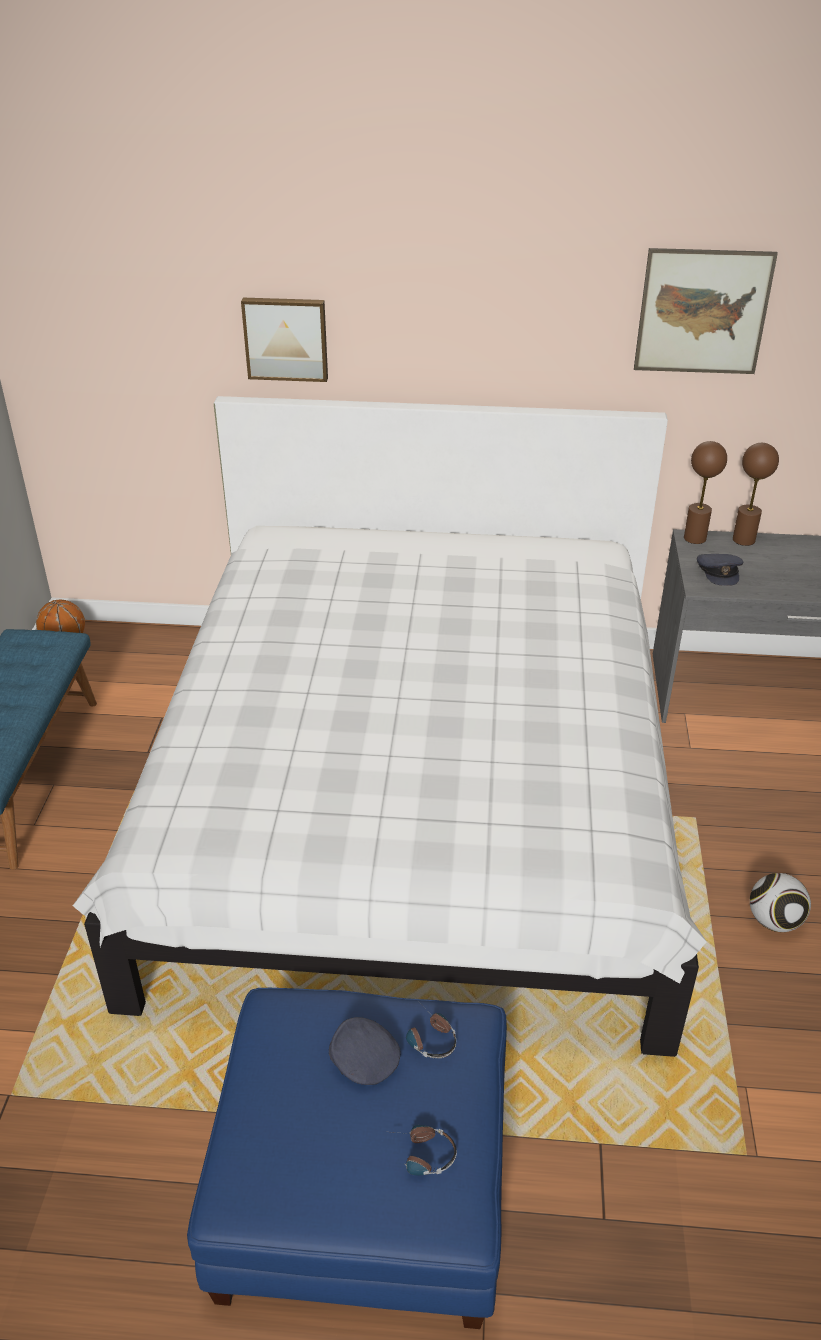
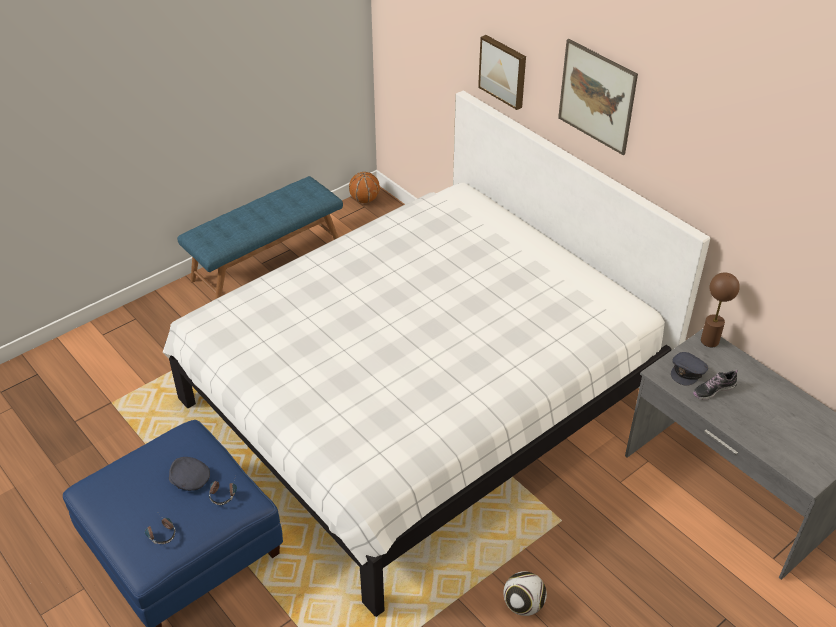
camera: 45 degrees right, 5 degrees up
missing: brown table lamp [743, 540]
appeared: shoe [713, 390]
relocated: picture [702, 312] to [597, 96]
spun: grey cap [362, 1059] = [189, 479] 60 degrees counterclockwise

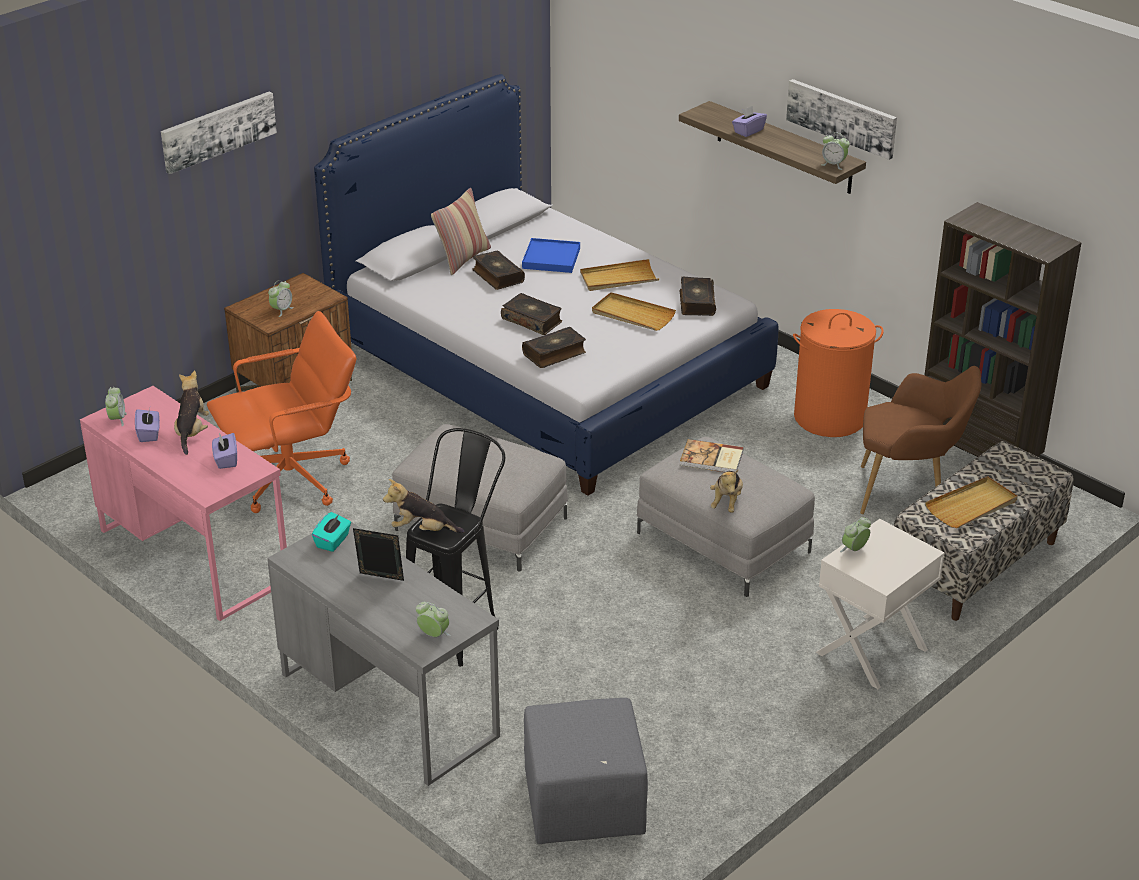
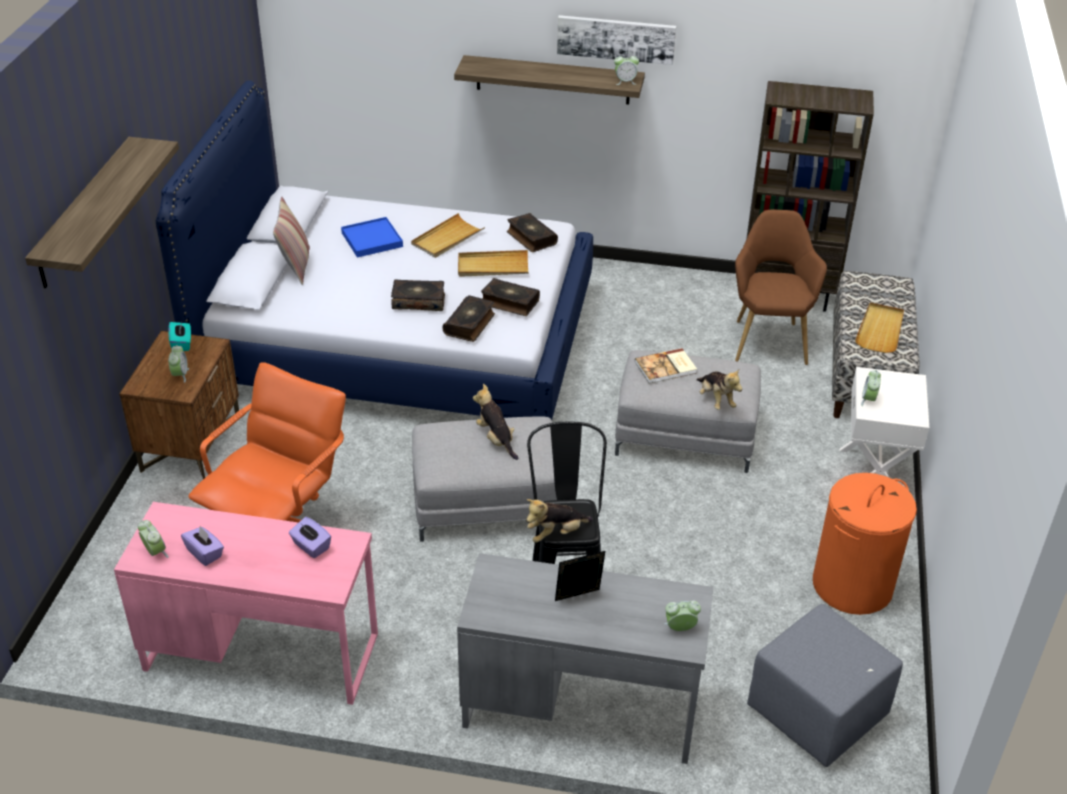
camera: 35 degrees left, 5 degrees up
missing: purple tissue box [748, 131]
relocated: plush toy [192, 432] to [496, 439]; turquoise tissue box [333, 541] to [182, 344]; book [497, 276] to [509, 303]; orange laundry basket [829, 418] to [852, 586]
exchanged: picture [218, 131] to shelf [84, 212]
spun: brown armchair [908, 494] = [768, 339] 60 degrees counterclockwise

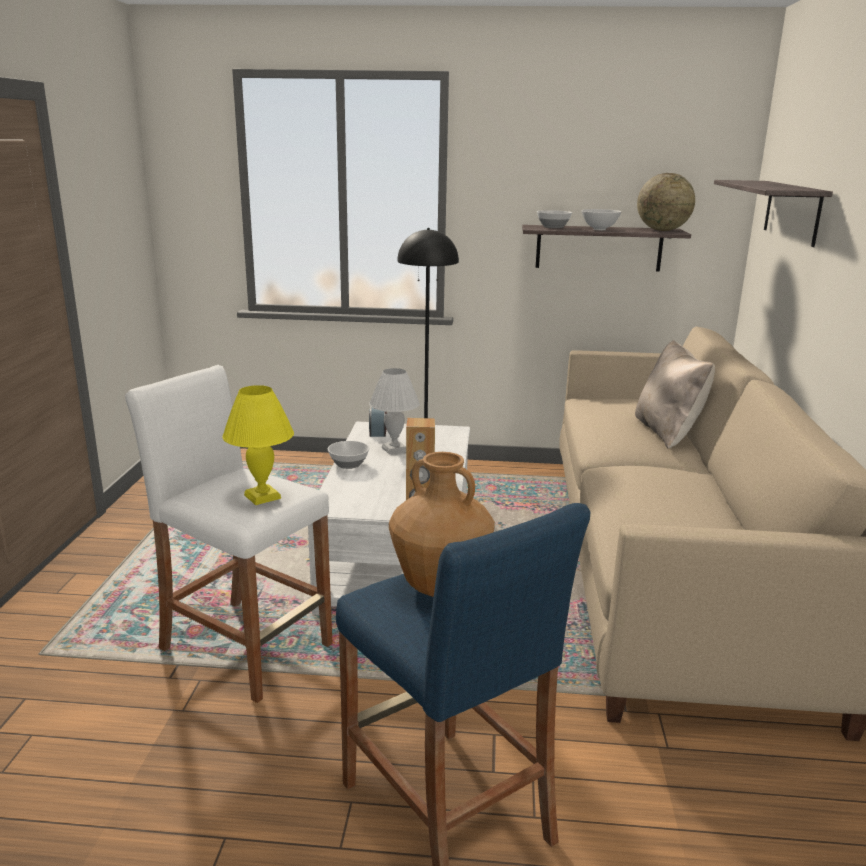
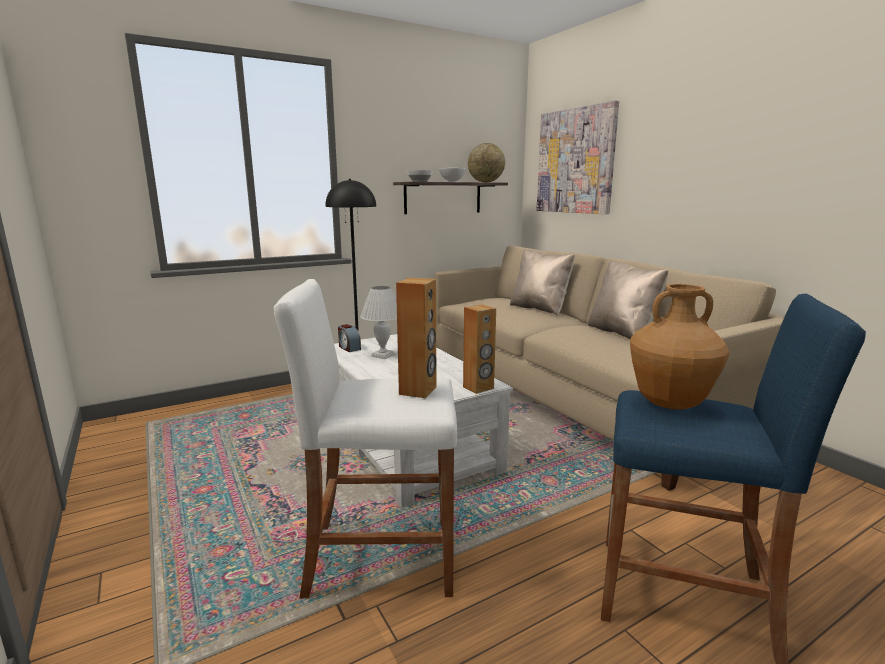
camera: 35 degrees left, 5 degrees down
missing: bowl [348, 464]
appeared: beige pillow [622, 333]
exchanged: yellow table lamp [263, 496] to brown speaker [418, 390]; shelf [792, 211] to picture [575, 161]

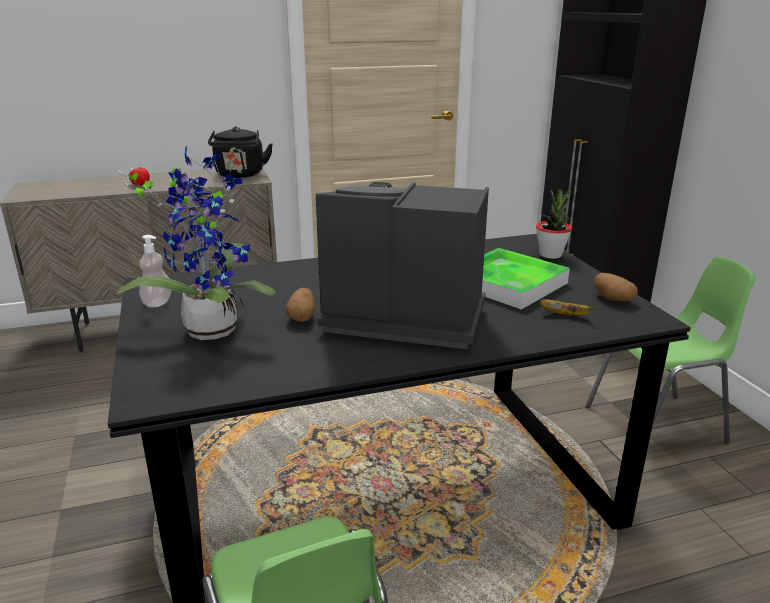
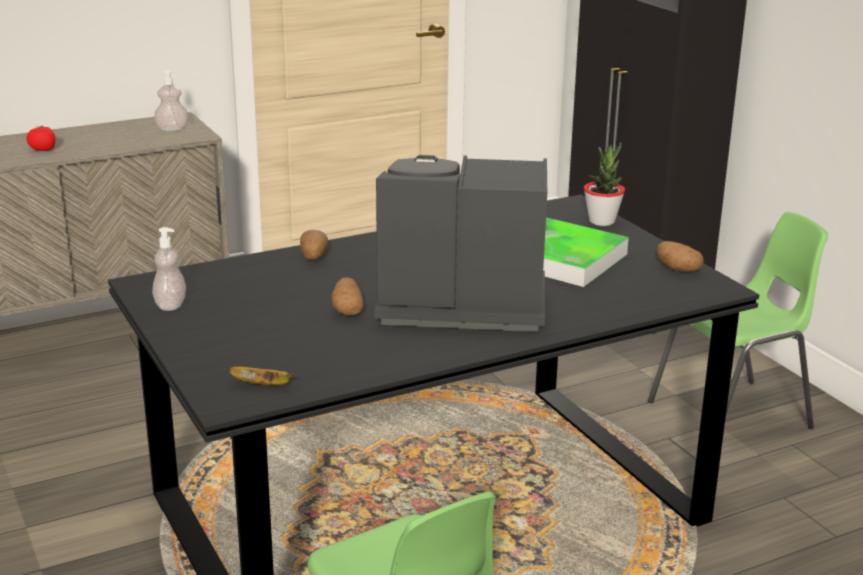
camera: 10 degrees left, 0 degrees up
missing: potted plant [212, 327]
appeared: potato [313, 257]
relocated: banana [565, 315] to [264, 385]
exchanged: black kettle [240, 175] to soap dispenser [172, 129]

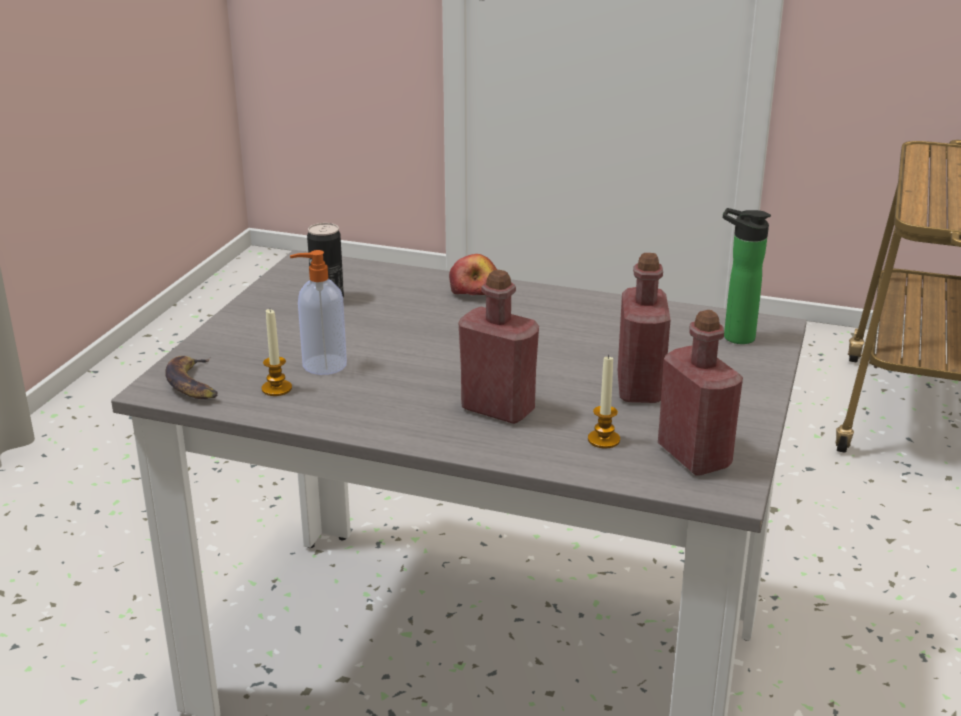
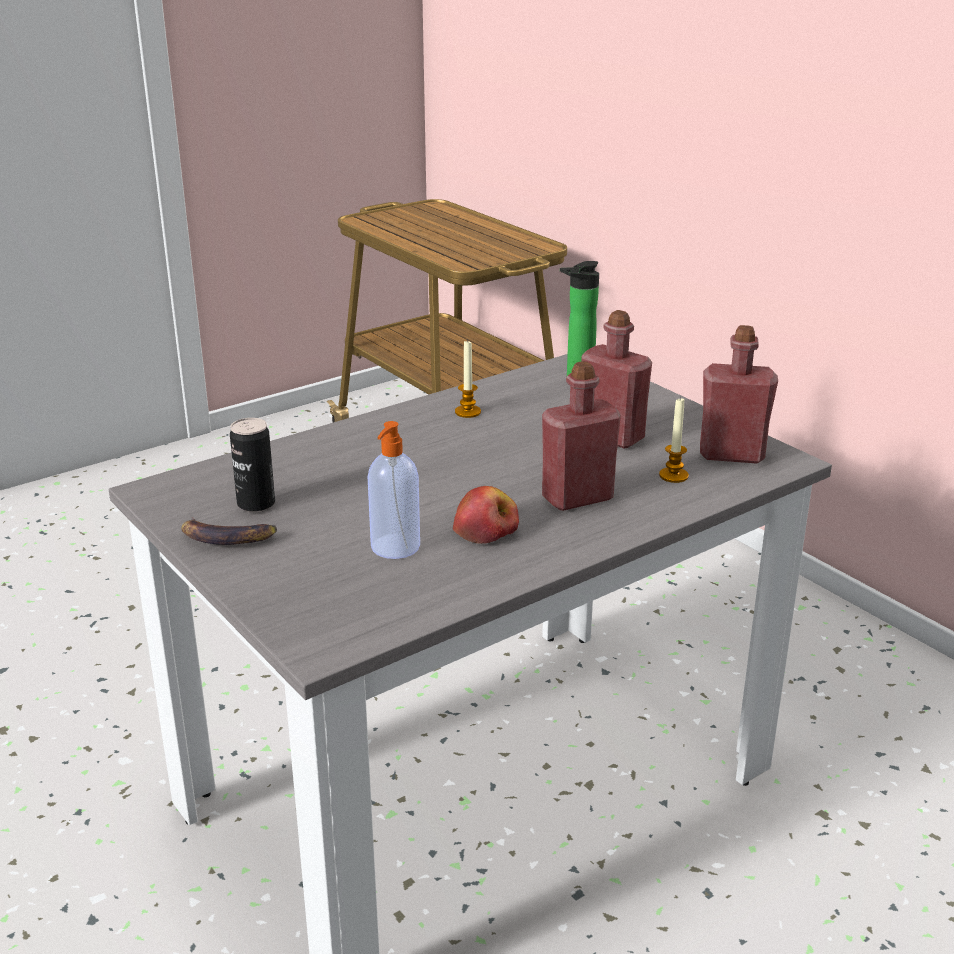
camera: 55 degrees left, 0 degrees up
relocated: banana [194, 384] to [227, 537]; candle [276, 389] to [467, 412]; apple [474, 290] to [486, 530]

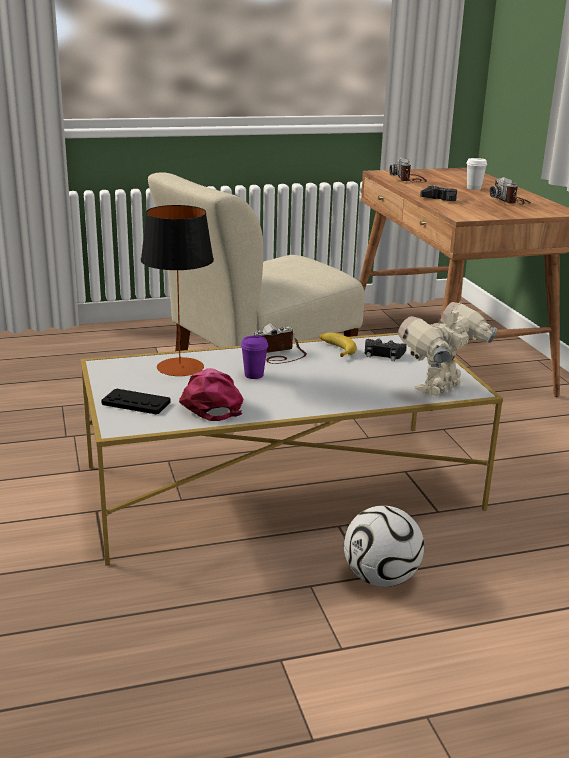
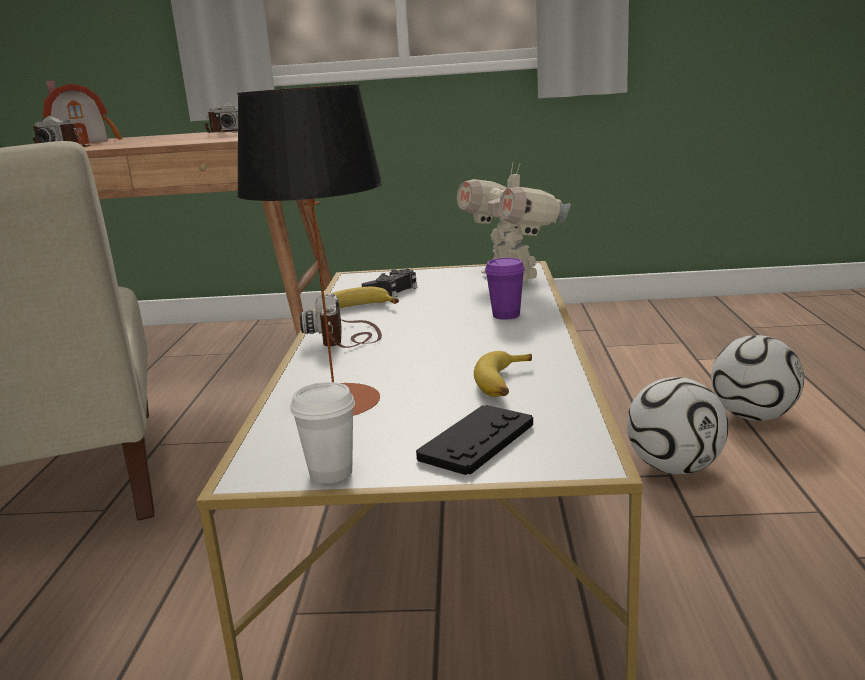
camera: 70 degrees left, 5 degrees down
missing: black game controller [439, 199]
appeared: toy house [84, 142]; football [753, 416]
relocated: purple cup [254, 375] to [506, 315]; white cup [473, 188] to [331, 473]
exchanged: pink cap [211, 403] to banana [504, 383]

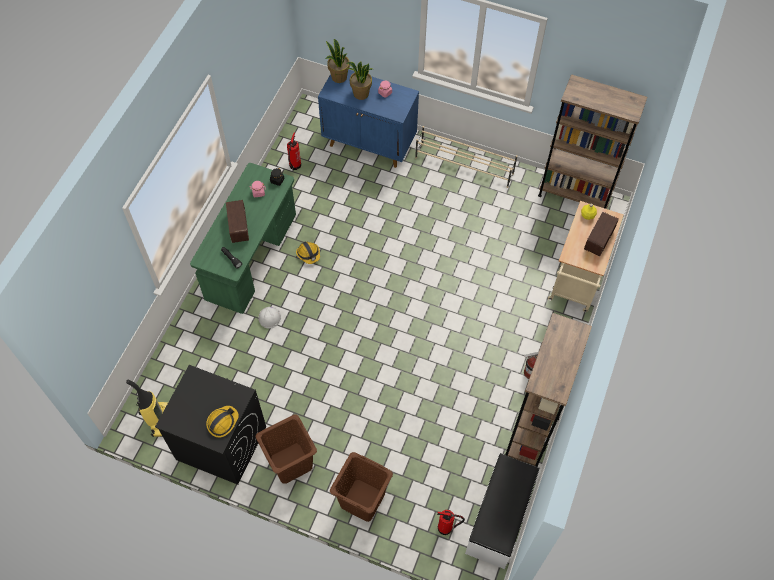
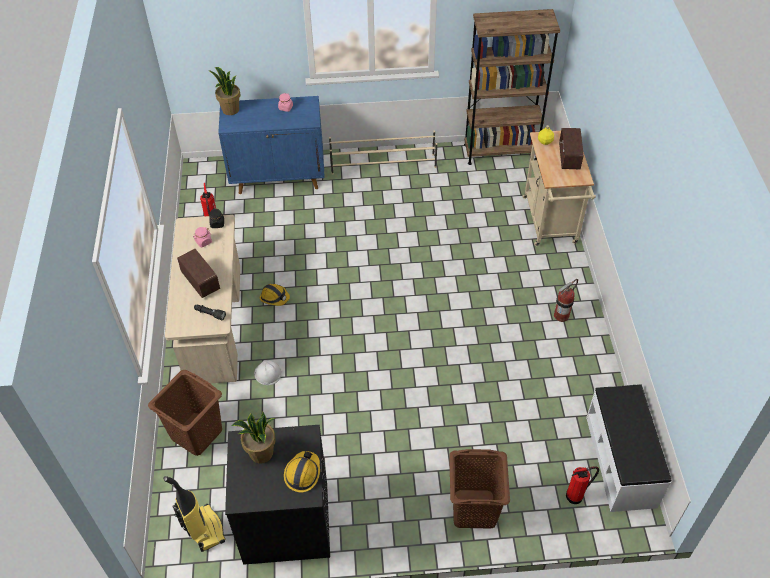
camera: 25 degrees left, 10 degrees down
missing: brown bookcase [531, 429]
relocated: brown laundry basket [290, 462] to [196, 434]; potted plant [361, 94] to [261, 453]
colour: green desk [251, 257] to beige desk [214, 324]

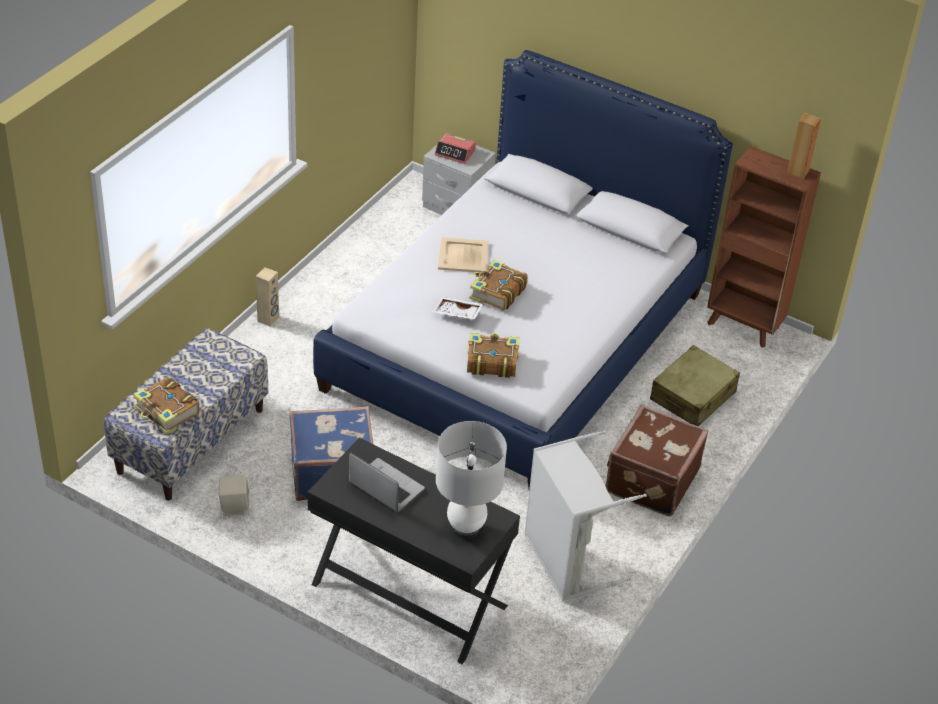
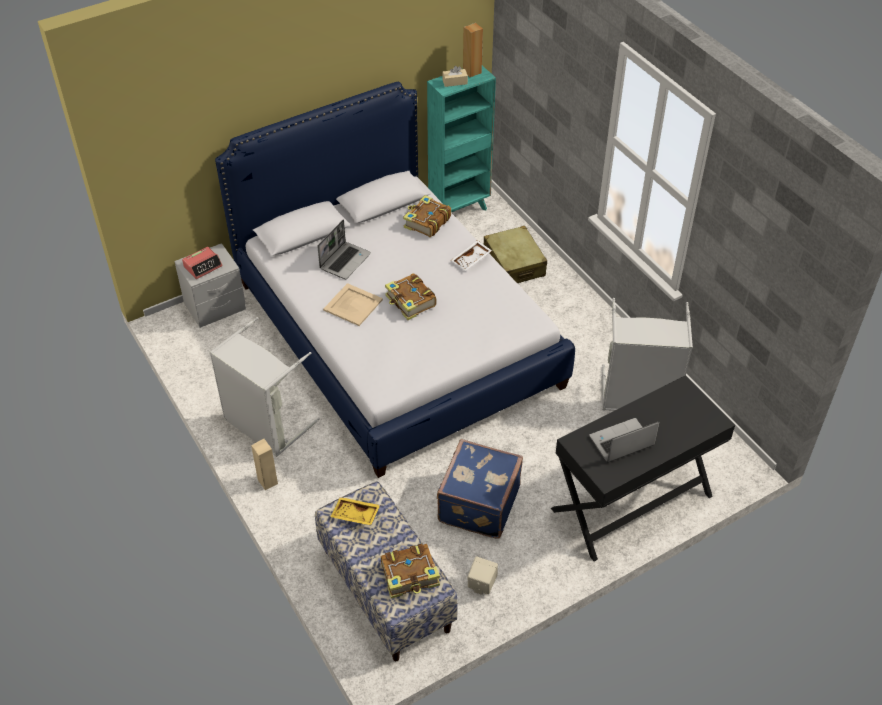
camera: 60 degrees left, 5 degrees up
missing: white table lamp [465, 529]; brown suitcase [650, 480]
appeared: grey laundry basket [264, 426]; laptop [345, 261]; yellow tray [355, 515]; beige tissue box [455, 82]
relocated: white tray [457, 313] to [471, 260]; book [491, 362] to [426, 222]
colour: brown bookcase [744, 326] to turquoise bookcase [460, 209]

